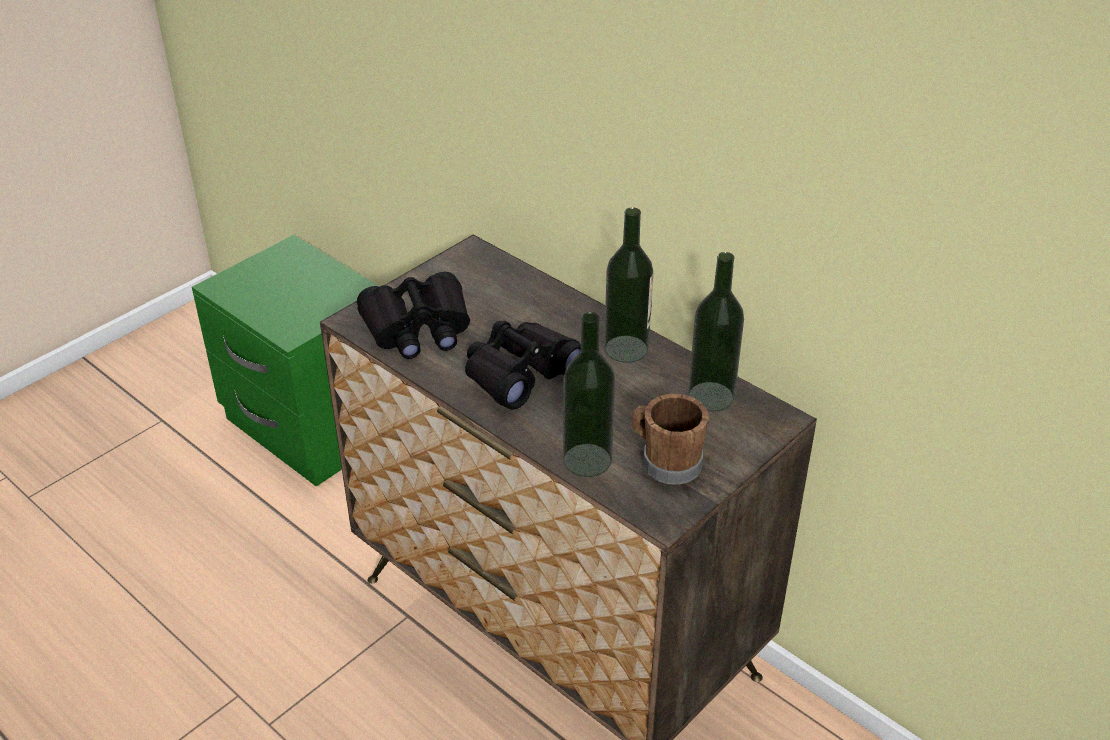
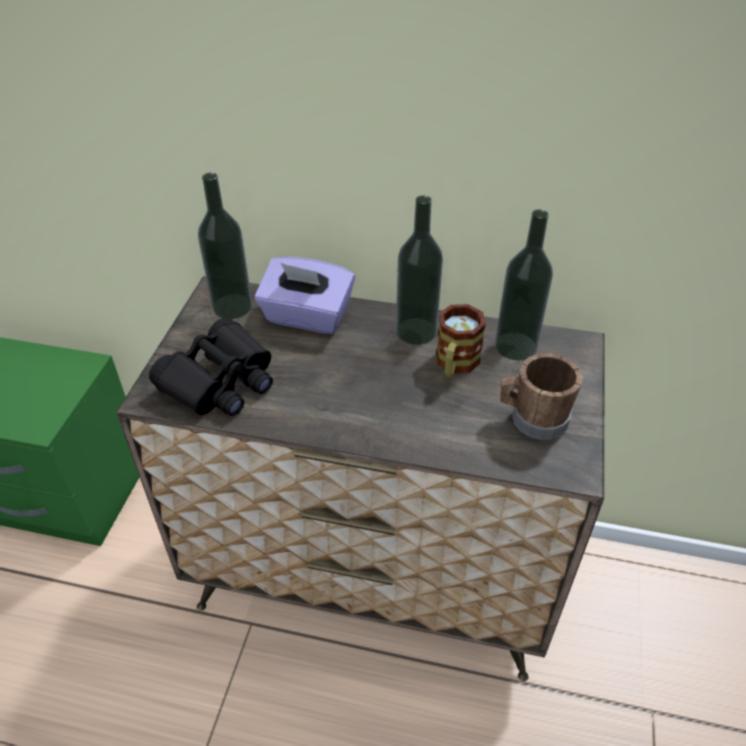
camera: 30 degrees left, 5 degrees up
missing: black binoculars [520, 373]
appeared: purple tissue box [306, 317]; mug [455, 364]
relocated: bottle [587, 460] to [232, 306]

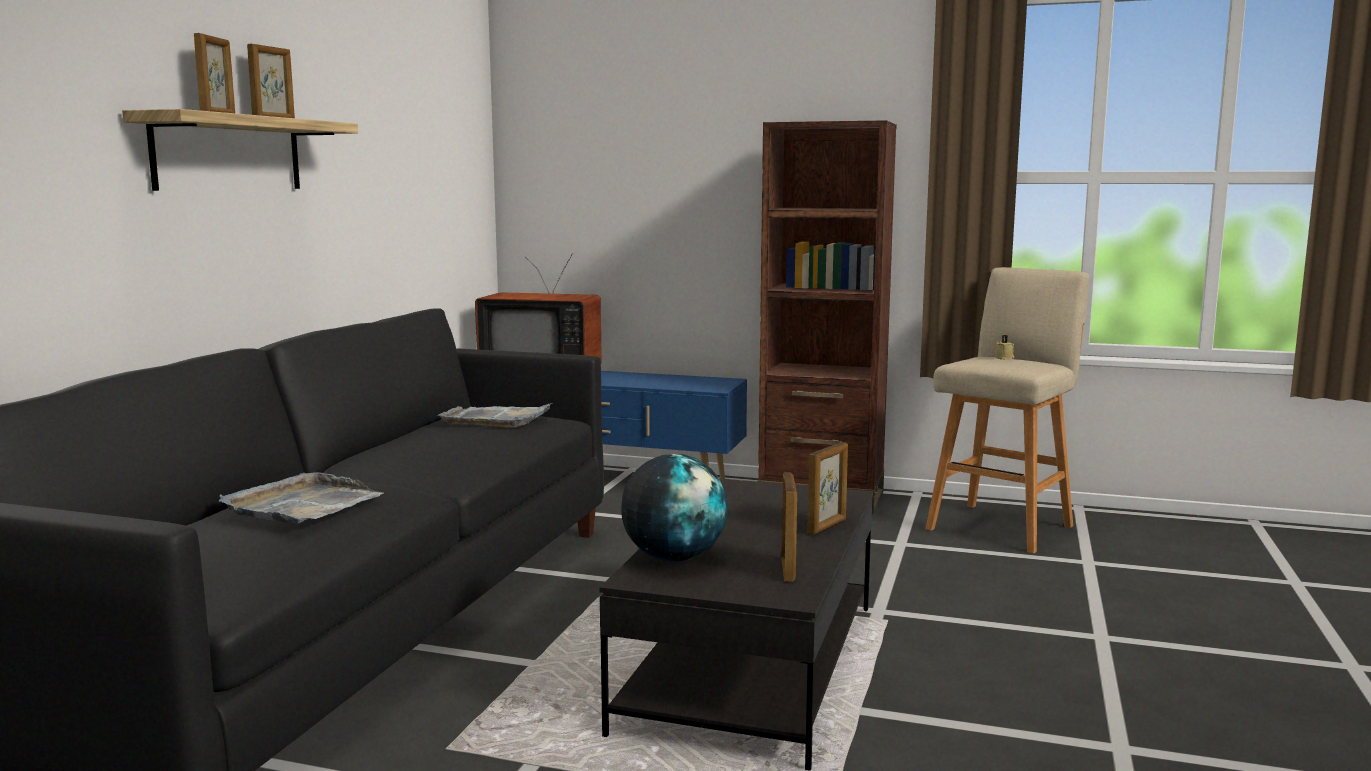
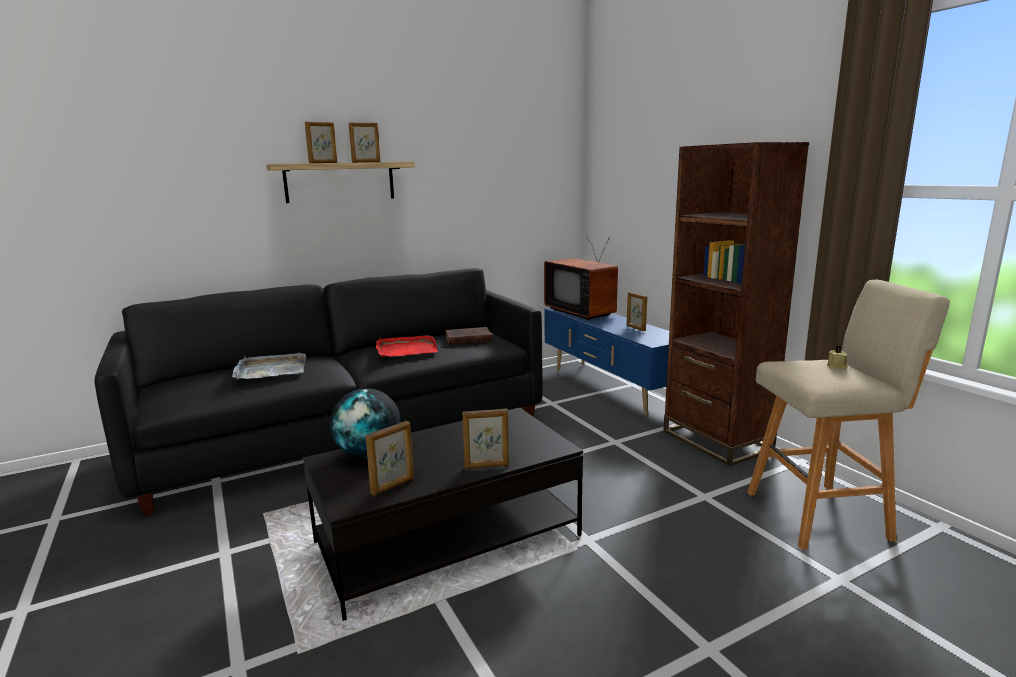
camera: 45 degrees right, 5 degrees up
appeared: red tray [406, 349]; picture frame [635, 328]
exchanged: grey tray [497, 419] to brown book [467, 339]

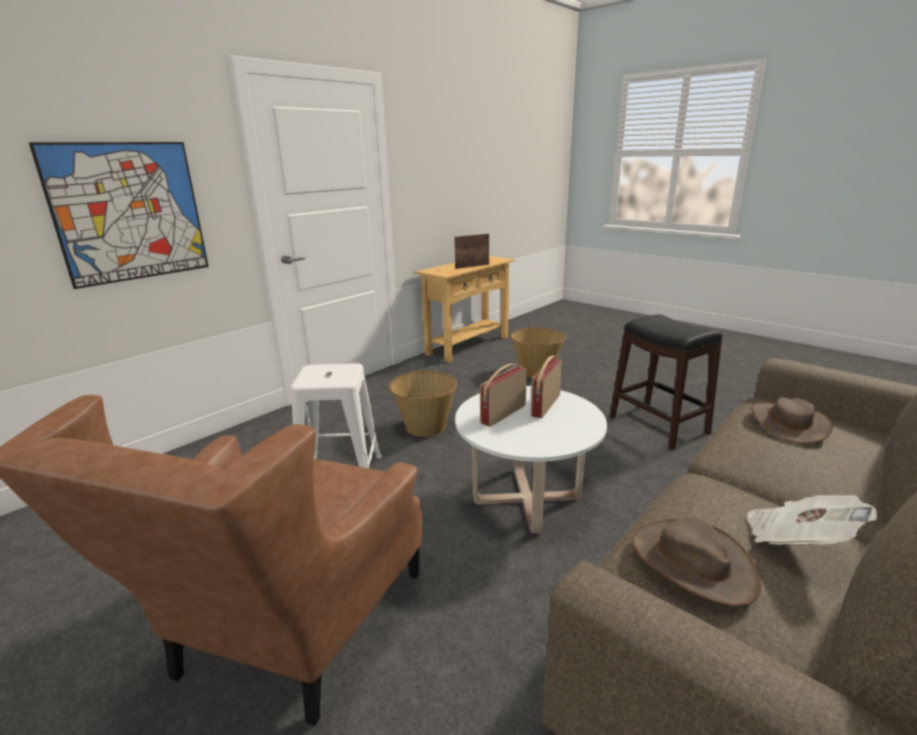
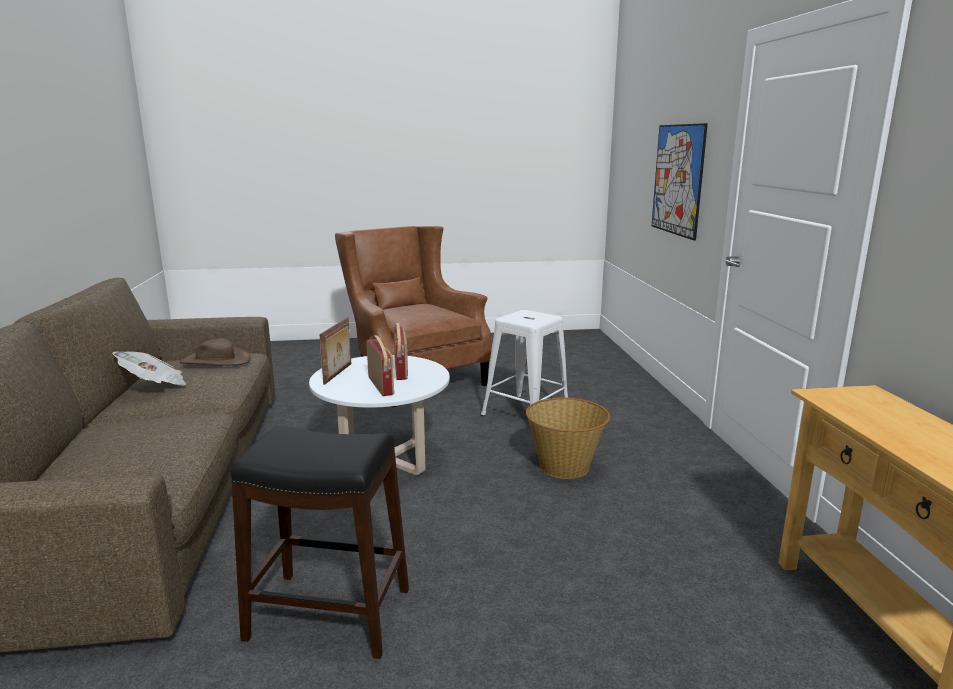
camera: 130 degrees right, 5 degrees down
missing: basket [536, 371]; brown hat [789, 423]
relocated: picture frame [472, 266] to [339, 374]

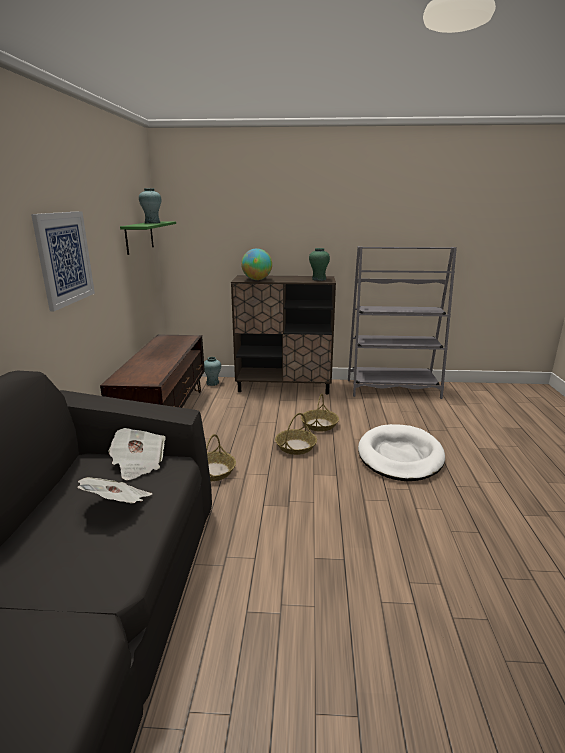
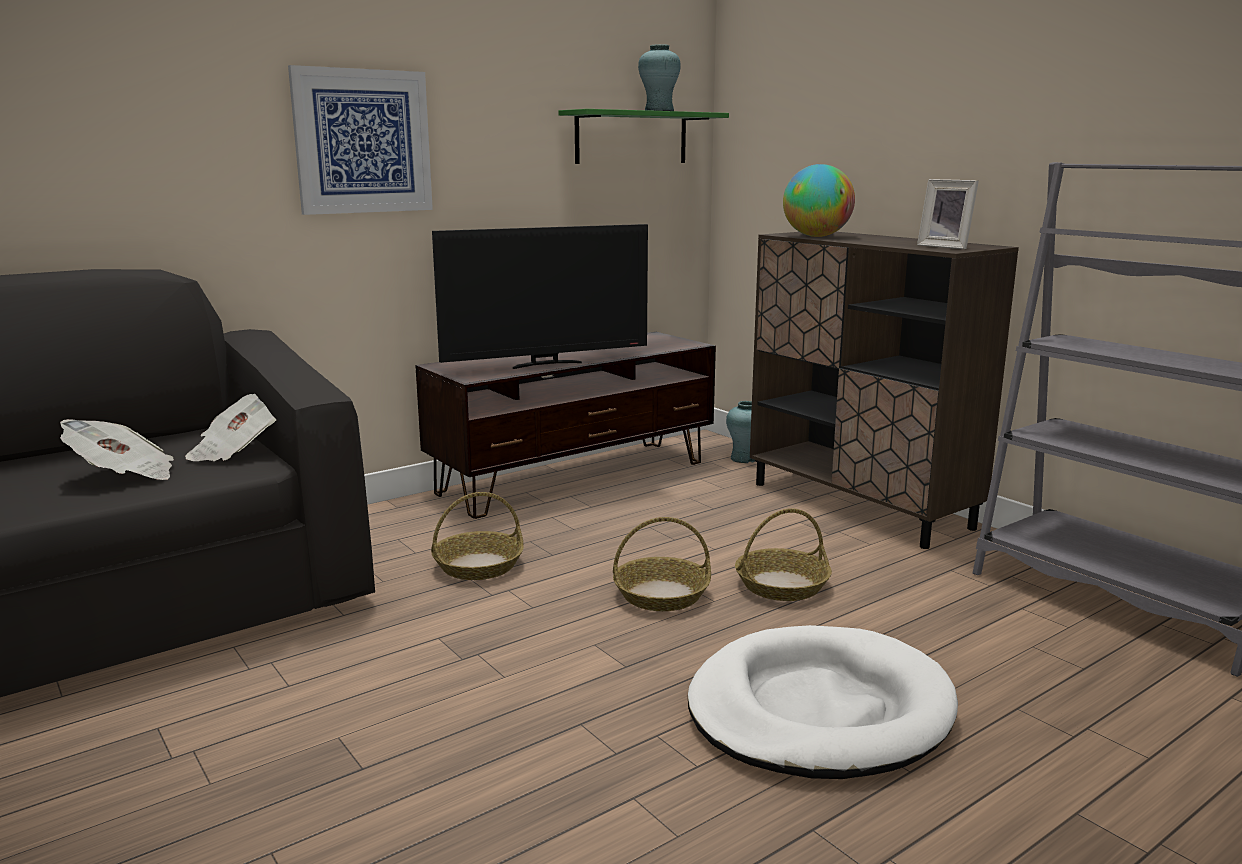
camera: 50 degrees right, 5 degrees down
appeared: television [546, 364]
exchanged: green vase [319, 279] to picture frame [946, 247]

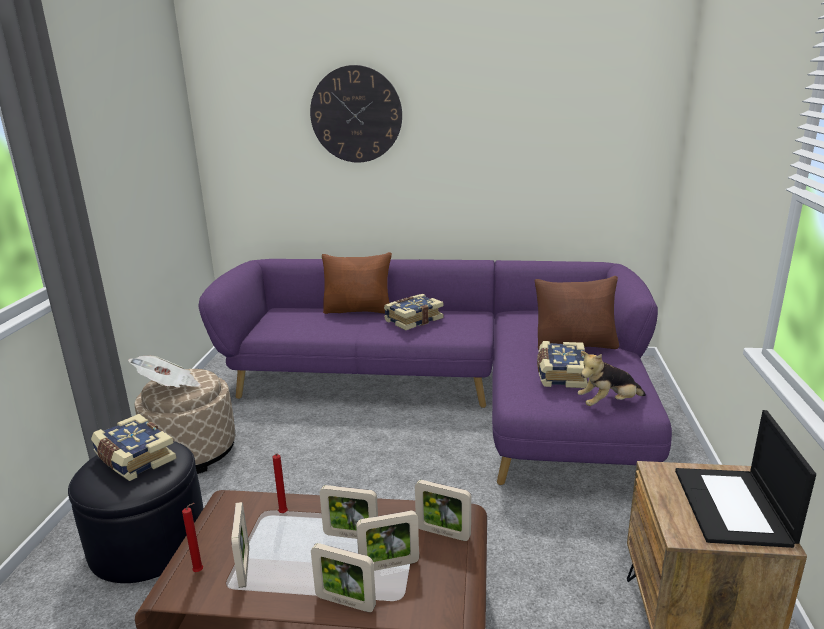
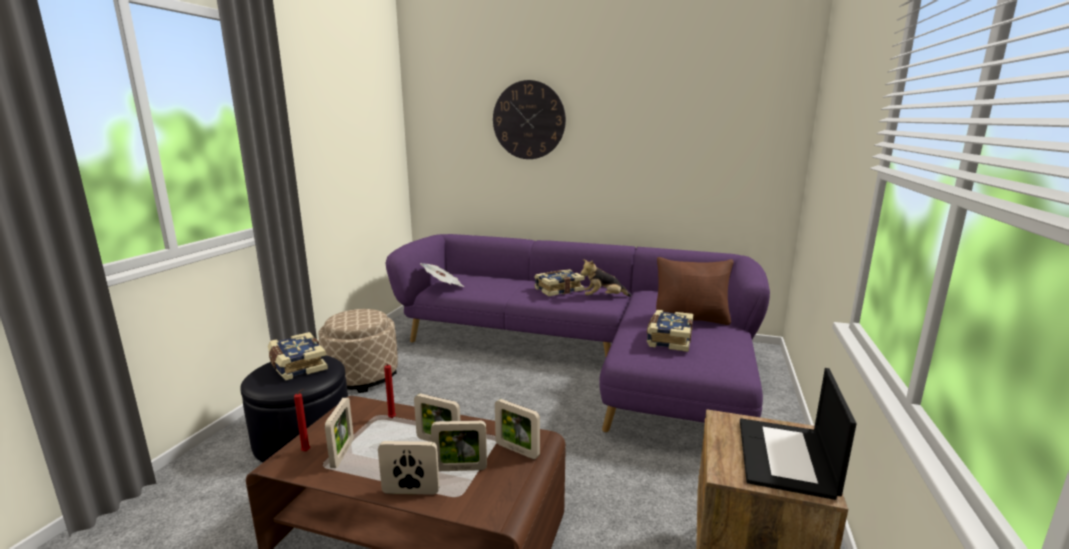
camera: 10 degrees right, 5 degrees down
missing: brown pillow [358, 310]
relocated: newspaper [169, 387] to [443, 286]; plush toy [608, 404] to [603, 298]
spun: picture frame [345, 602] = [411, 492] 150 degrees clockwise

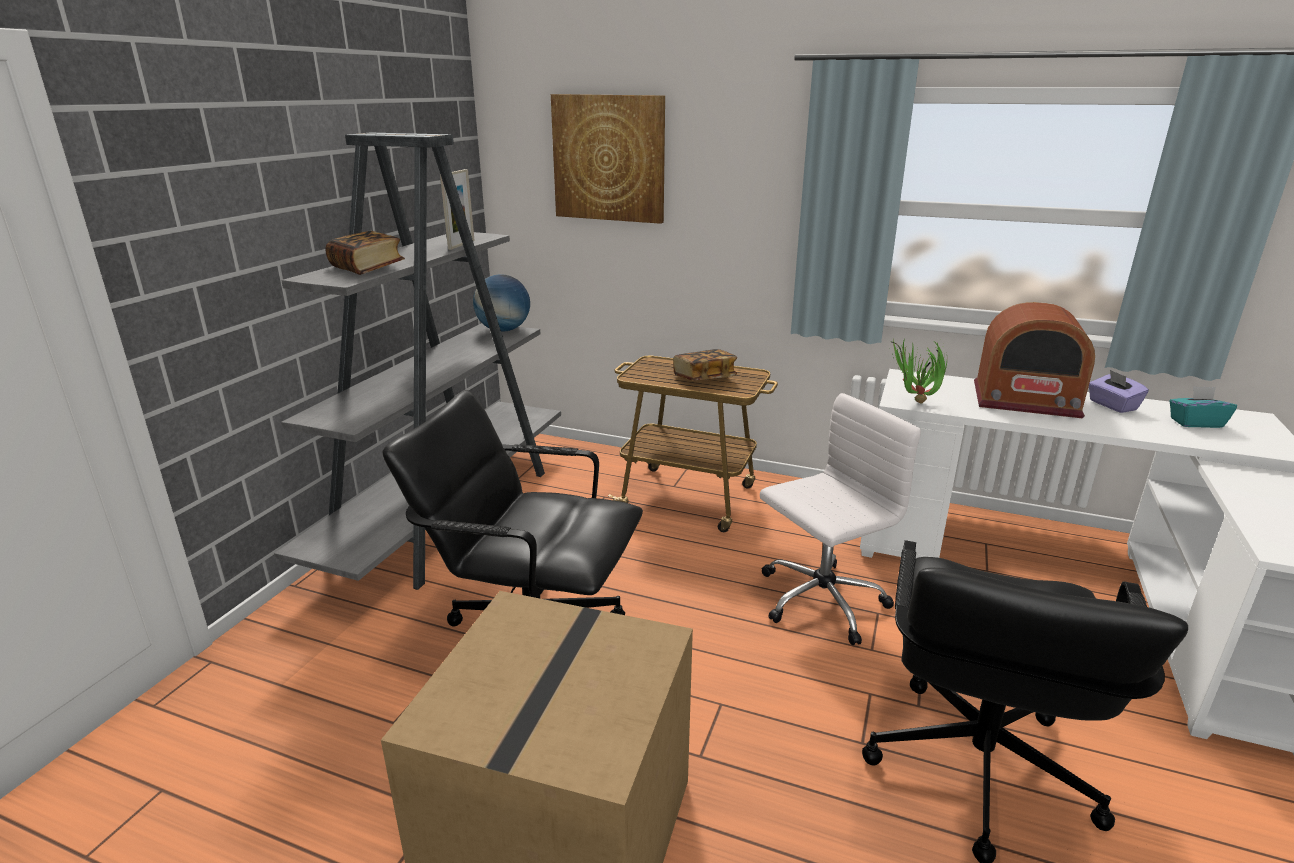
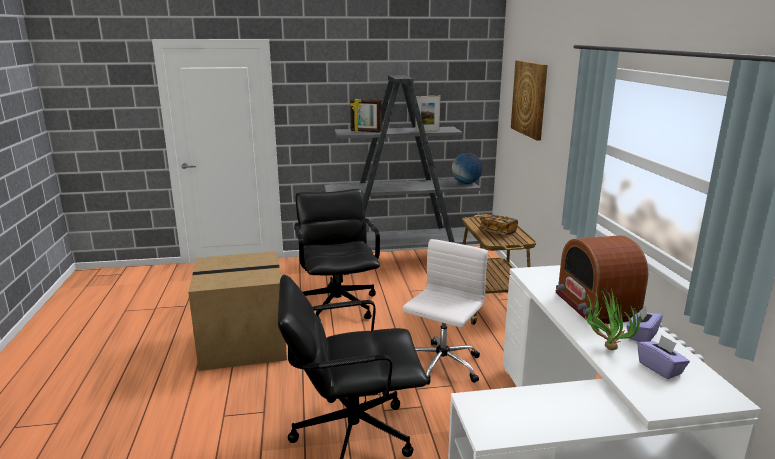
camera: 60 degrees right, 5 degrees down
relocated: potted plant [913, 404] to [603, 347]
exchanged: book [367, 268] to picture frame [365, 131]
colour: turquoise tissue box [1195, 423] to purple tissue box [660, 368]
spun: white office chair [819, 601] = [441, 365] 90 degrees counterclockwise

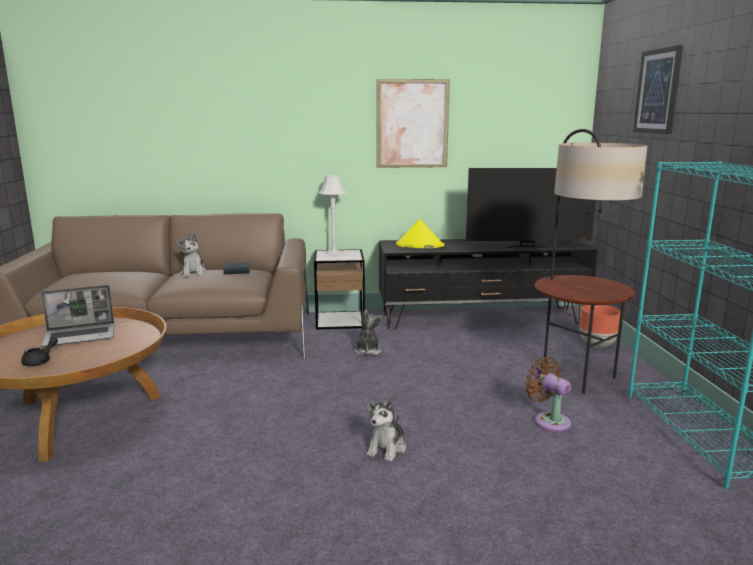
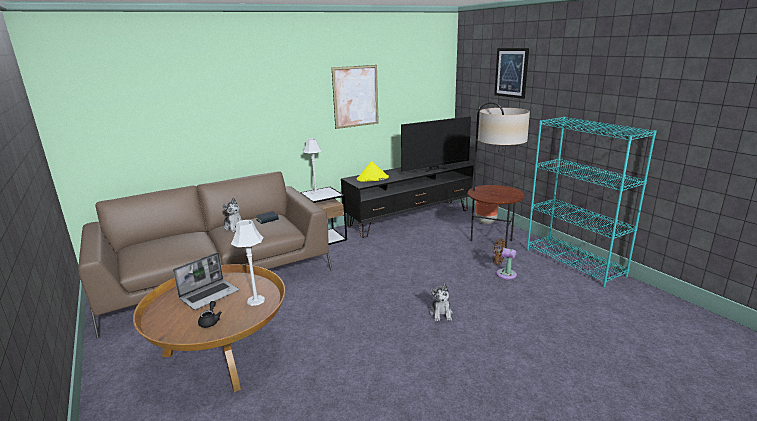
camera: 25 degrees left, 5 degrees up
missing: plush toy [367, 351]
appeared: grey table lamp [256, 300]

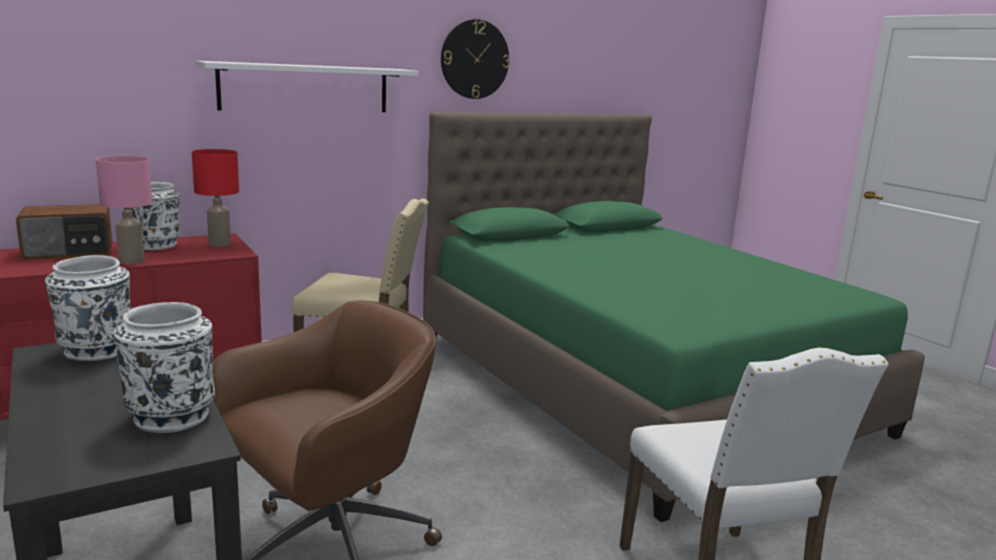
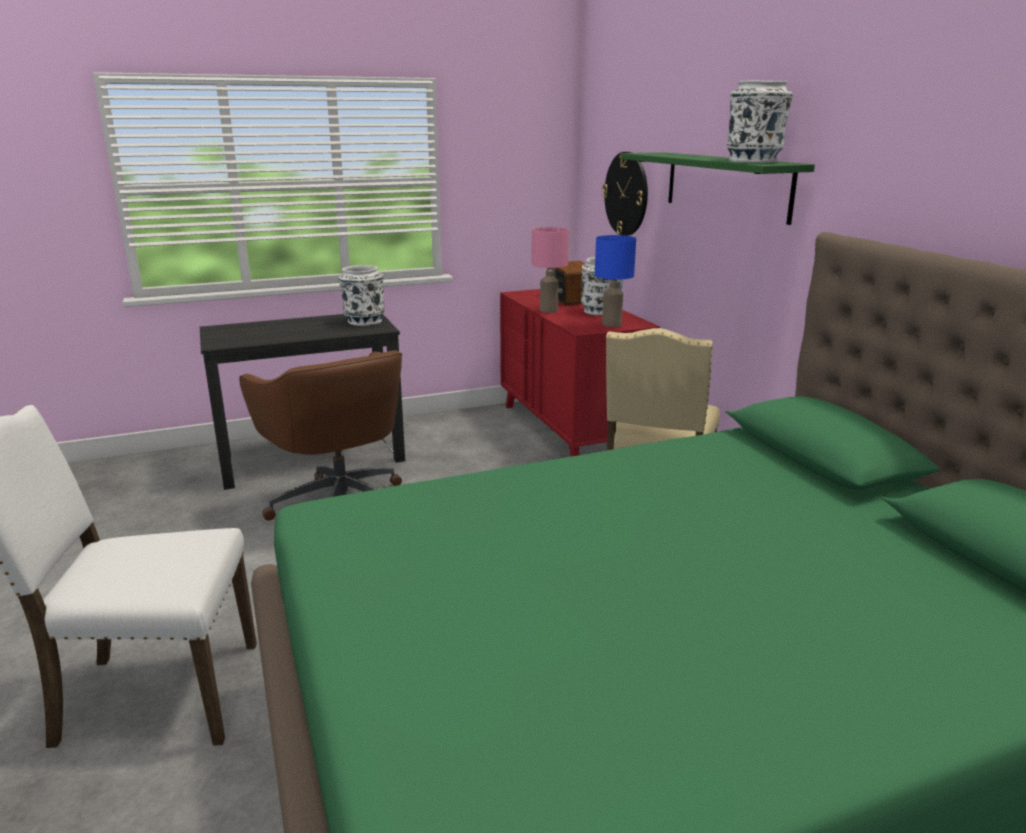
camera: 100 degrees right, 5 degrees up
relocated: white vase [170, 416] to [753, 161]; wall clock [474, 59] to [626, 194]
colour: red table lamp [219, 244] to blue table lamp [611, 324]; white shelf [305, 88] to green shelf [726, 185]

